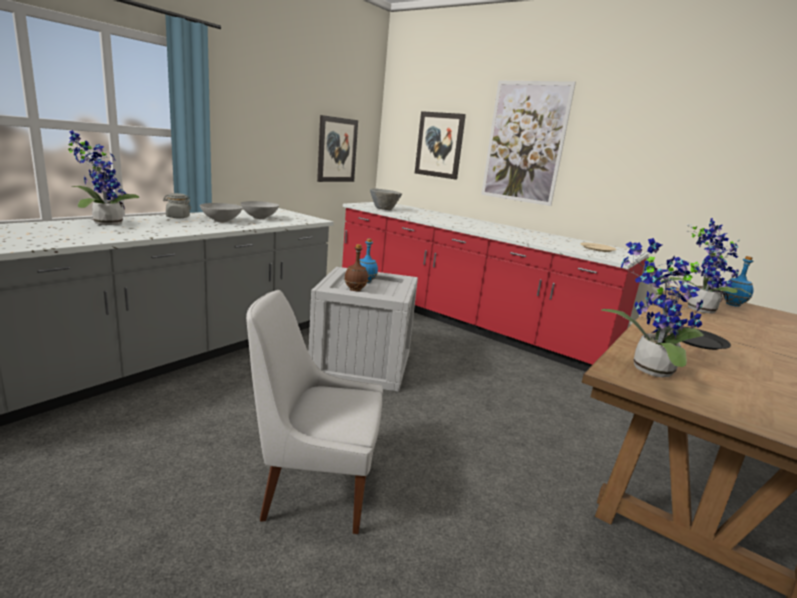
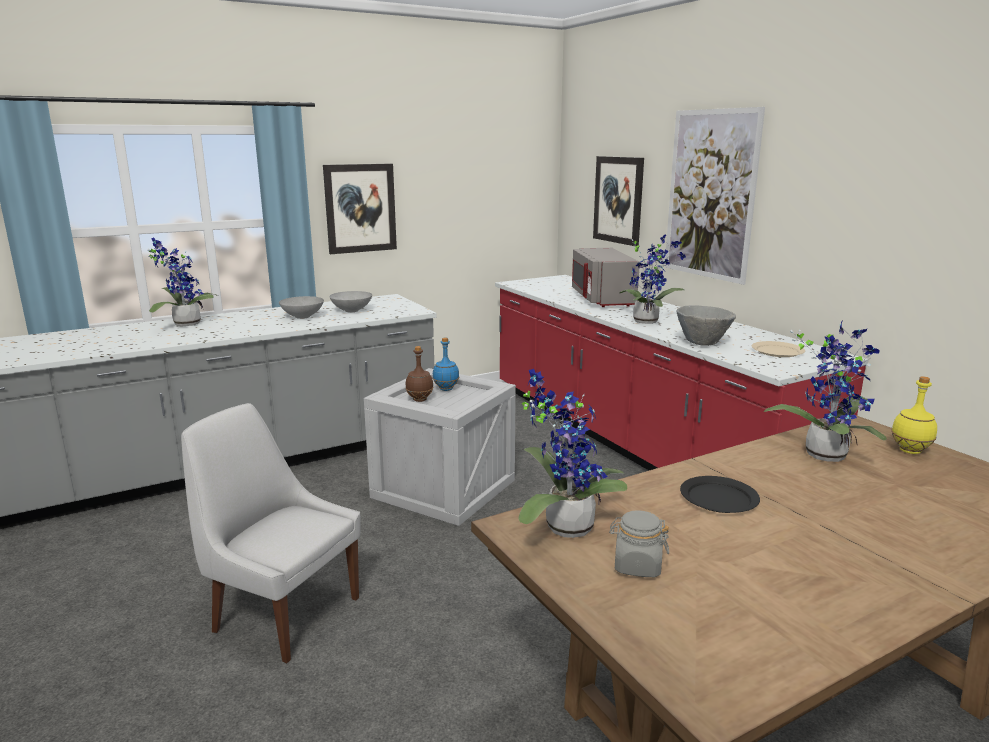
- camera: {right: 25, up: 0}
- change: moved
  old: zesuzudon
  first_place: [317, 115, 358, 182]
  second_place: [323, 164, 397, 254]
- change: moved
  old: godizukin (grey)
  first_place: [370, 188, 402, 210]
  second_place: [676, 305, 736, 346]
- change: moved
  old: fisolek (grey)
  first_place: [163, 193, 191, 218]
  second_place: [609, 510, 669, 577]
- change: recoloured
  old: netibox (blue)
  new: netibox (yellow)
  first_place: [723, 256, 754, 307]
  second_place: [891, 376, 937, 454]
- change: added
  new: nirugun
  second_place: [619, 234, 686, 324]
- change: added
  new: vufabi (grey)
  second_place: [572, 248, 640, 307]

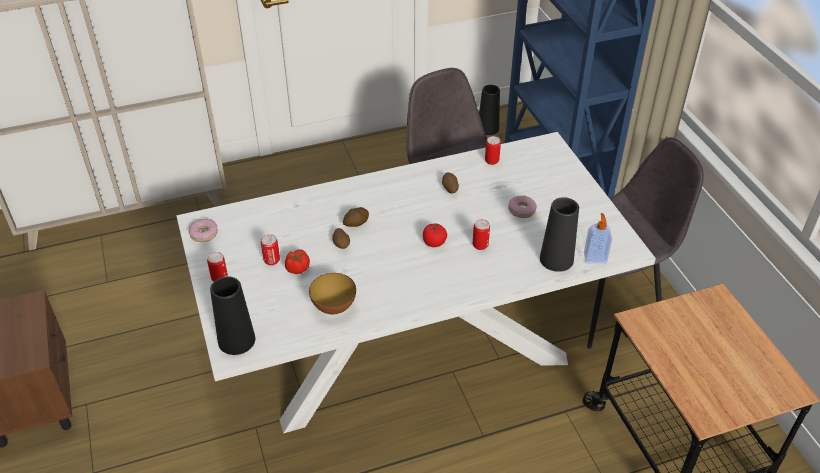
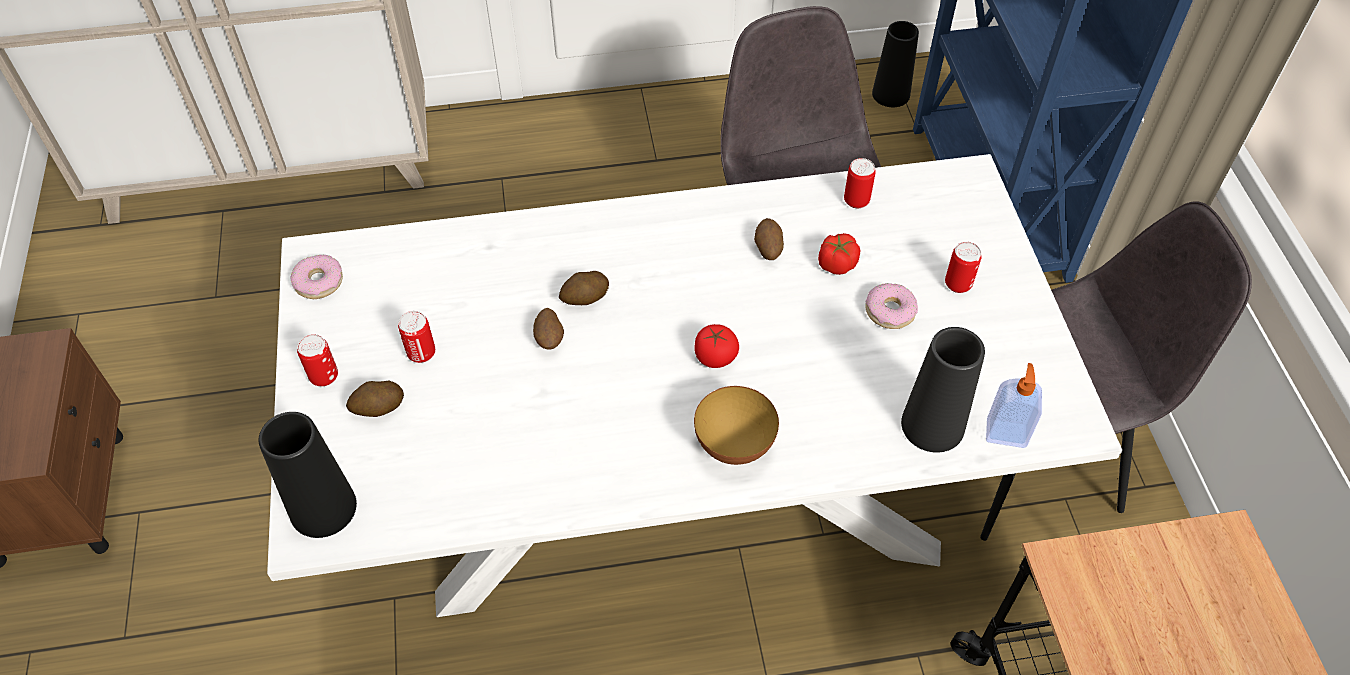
- camera: {right: 10, up: 10}
- change: moved
  old: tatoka
  first_place: [473, 219, 490, 250]
  second_place: [945, 242, 982, 293]
- change: moved
  old: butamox
  first_place: [285, 249, 310, 274]
  second_place: [818, 233, 860, 275]
- change: moved
  old: godizukin
  first_place: [309, 273, 356, 314]
  second_place: [694, 386, 779, 465]
- change: added
  new: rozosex
  second_place: [346, 381, 404, 417]

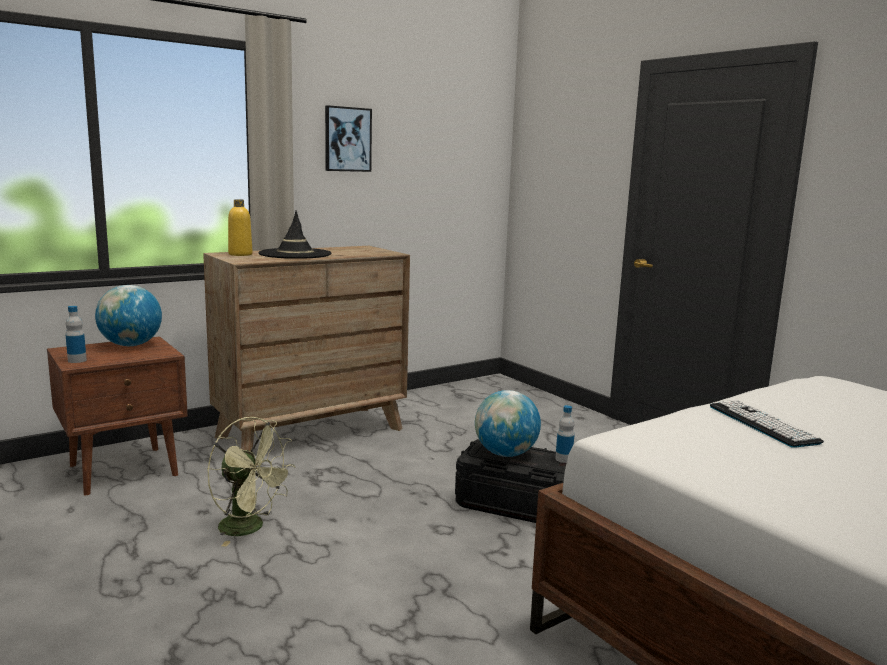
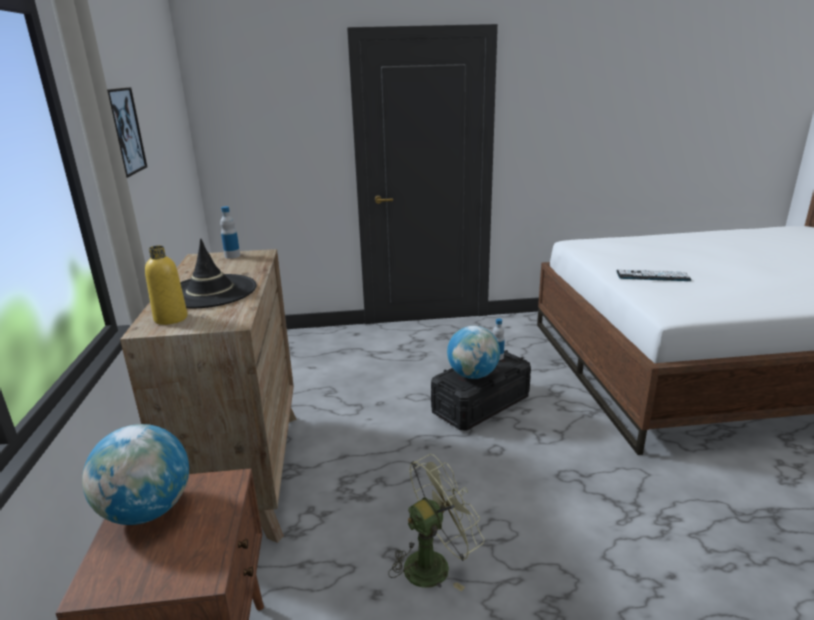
- camera: {right: -60, up: 10}
- change: moved
  old: netibox
  first_place: [66, 306, 87, 363]
  second_place: [220, 206, 240, 259]

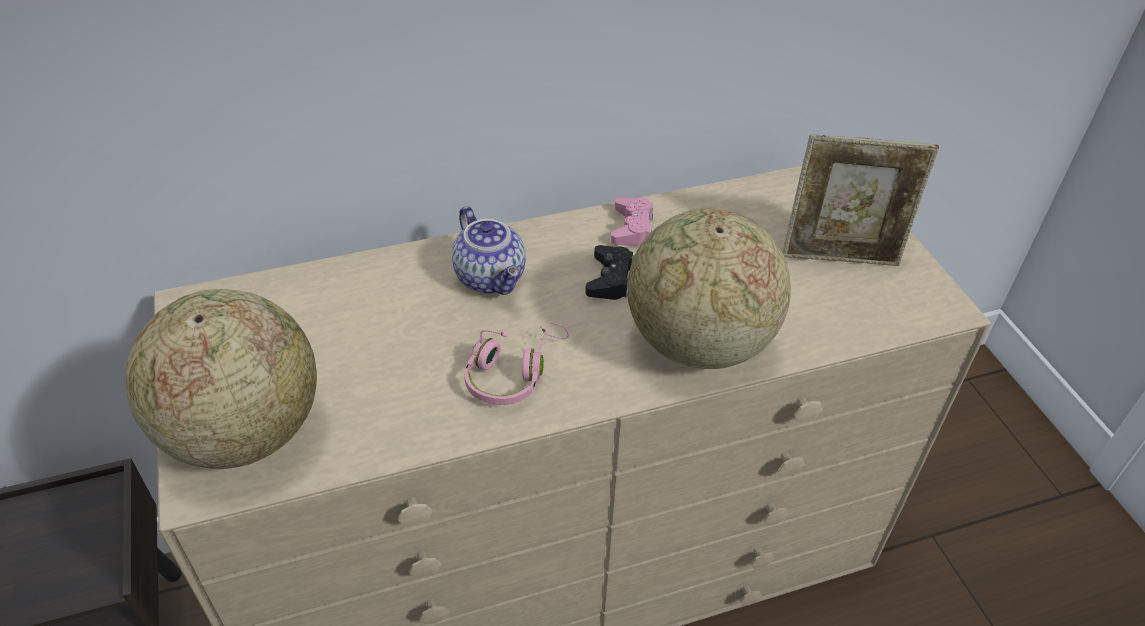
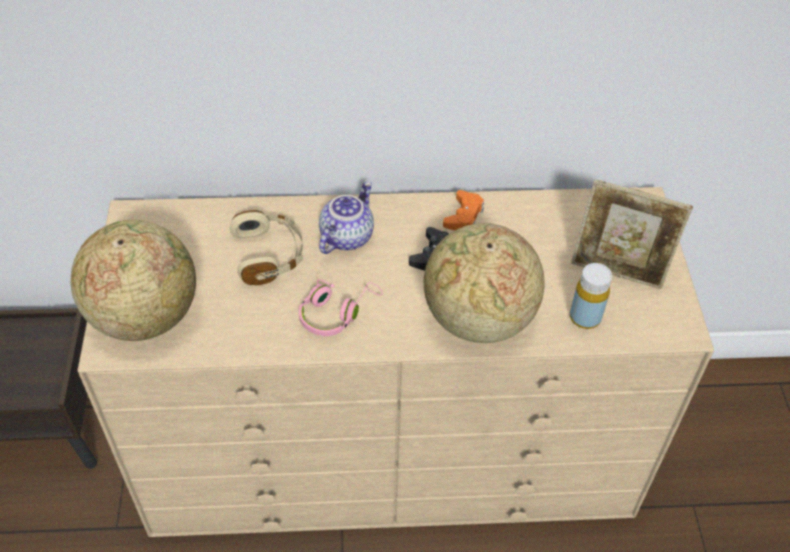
- camera: {right: 15, up: 5}
- change: recoloured
  old: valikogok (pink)
  new: valikogok (orange)
  first_place: [611, 197, 653, 246]
  second_place: [443, 190, 484, 231]
- change: turned
  old: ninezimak
  first_place: [452, 206, 526, 295]
  second_place: [319, 182, 374, 254]
  degrees: -135
- change: added
  new: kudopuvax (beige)
  second_place: [230, 210, 303, 285]
- change: added
  new: netibox (yellow)
  second_place: [570, 263, 612, 329]

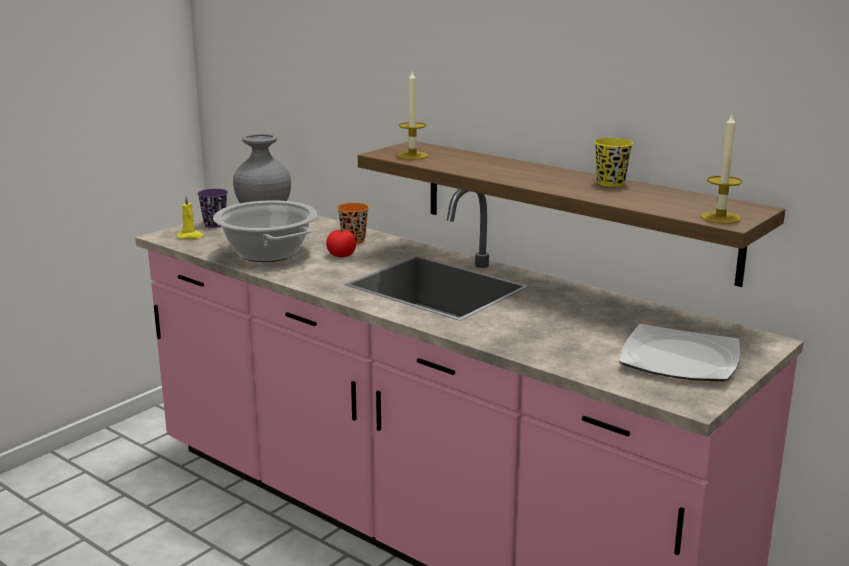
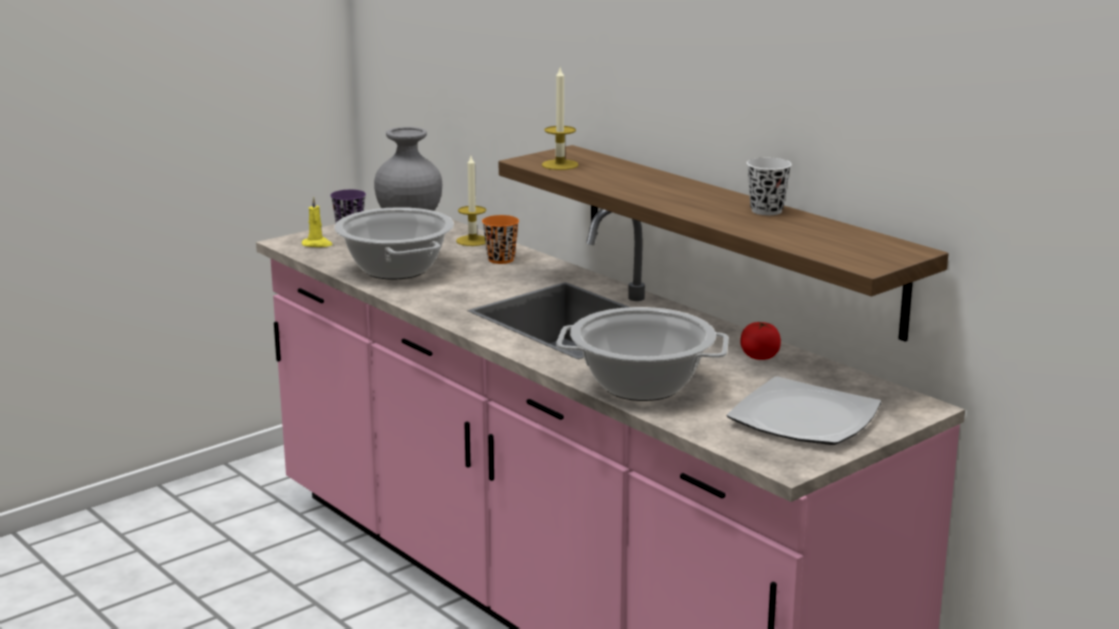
- camera: {right: 10, up: 0}
- change: moved
  old: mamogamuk
  first_place: [700, 114, 742, 224]
  second_place: [456, 156, 486, 246]
- change: recoloured
  old: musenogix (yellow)
  new: musenogix (white)
  first_place: [594, 138, 633, 187]
  second_place: [747, 158, 792, 215]
- change: moved
  old: butamox
  first_place: [326, 230, 356, 257]
  second_place: [740, 322, 781, 360]
- change: added
  new: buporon
  second_place: [556, 307, 729, 401]

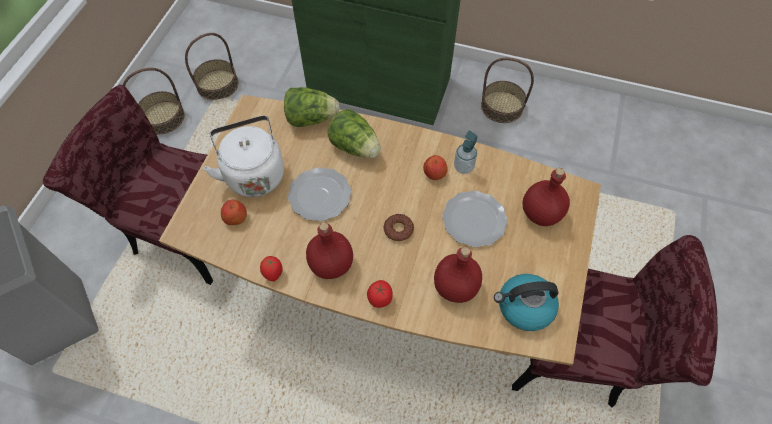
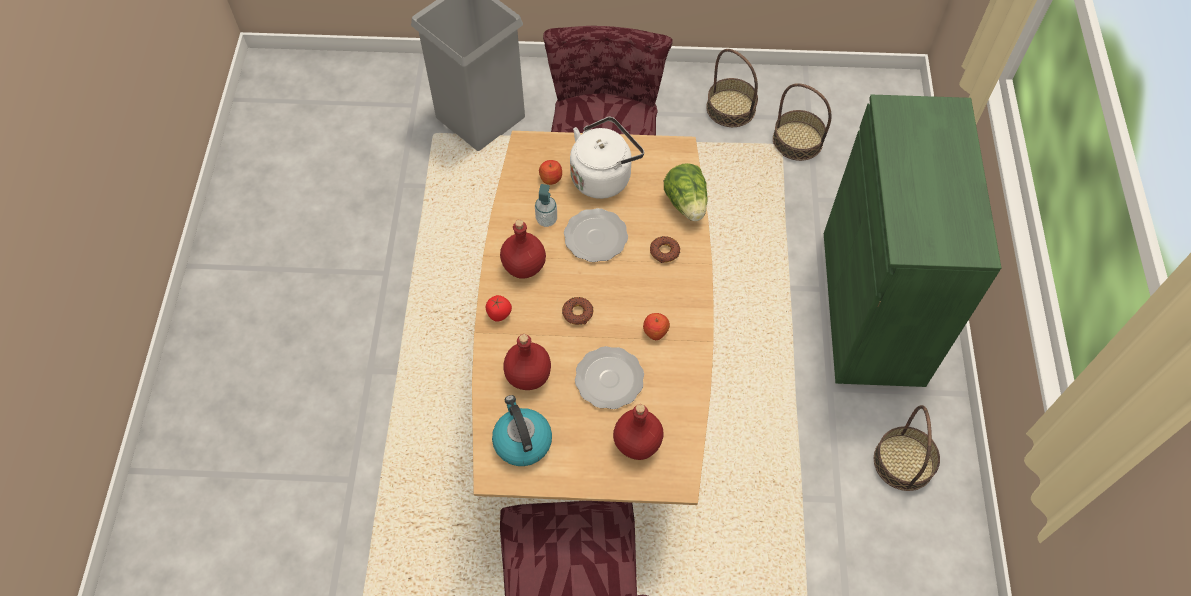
- camera: {right: 75, up: 0}
- change: replaced
  old: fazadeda
  new: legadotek
  first_place: [328, 109, 381, 158]
  second_place: [650, 236, 680, 263]
- change: moved
  old: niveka
  first_place: [454, 131, 477, 174]
  second_place: [535, 184, 557, 227]
- change: removed
  old: butamox
  first_place: [260, 256, 283, 281]

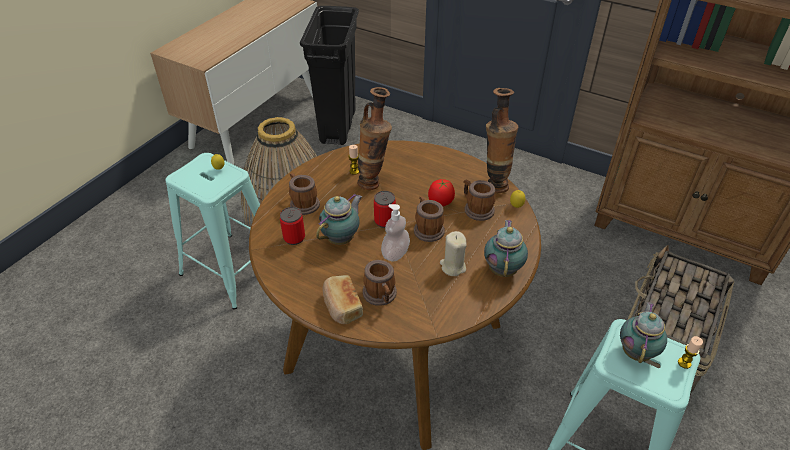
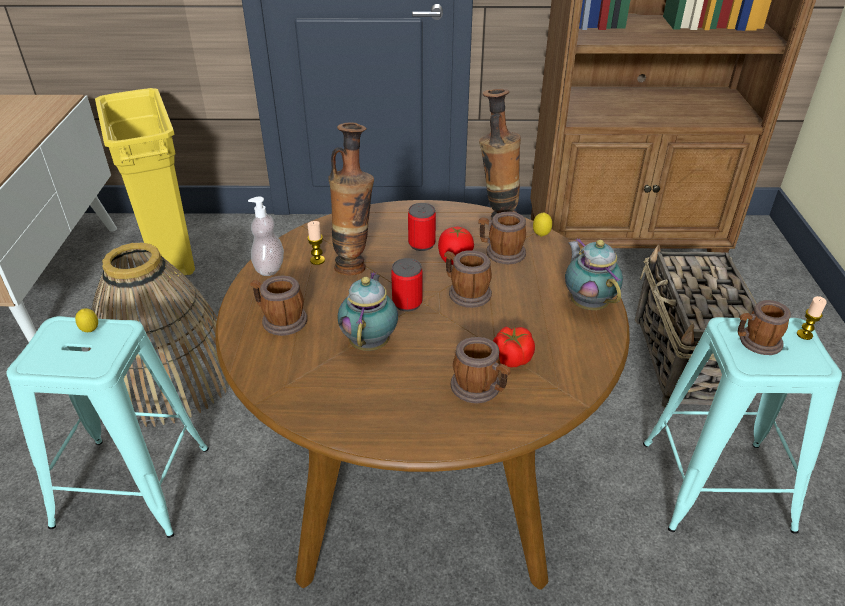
- camera: {right: -30, up: -5}
- change: recoloured
  old: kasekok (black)
  new: kasekok (yellow)
  first_place: [300, 6, 359, 145]
  second_place: [95, 88, 195, 280]
- change: moved
  old: niveka
  first_place: [381, 204, 410, 261]
  second_place: [248, 196, 284, 276]
- change: moved
  old: tatoka
  first_place: [280, 207, 305, 245]
  second_place: [408, 203, 436, 251]
- change: removed
  old: mamogamuk (beige)
  first_place: [440, 231, 467, 276]
- change: removed
  old: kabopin
  first_place: [323, 275, 363, 324]
- change: replaced
  old: ninezimak
  new: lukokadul
  first_place: [620, 302, 667, 363]
  second_place: [738, 300, 791, 355]
- change: added
  new: butamox
  second_place: [493, 326, 535, 367]

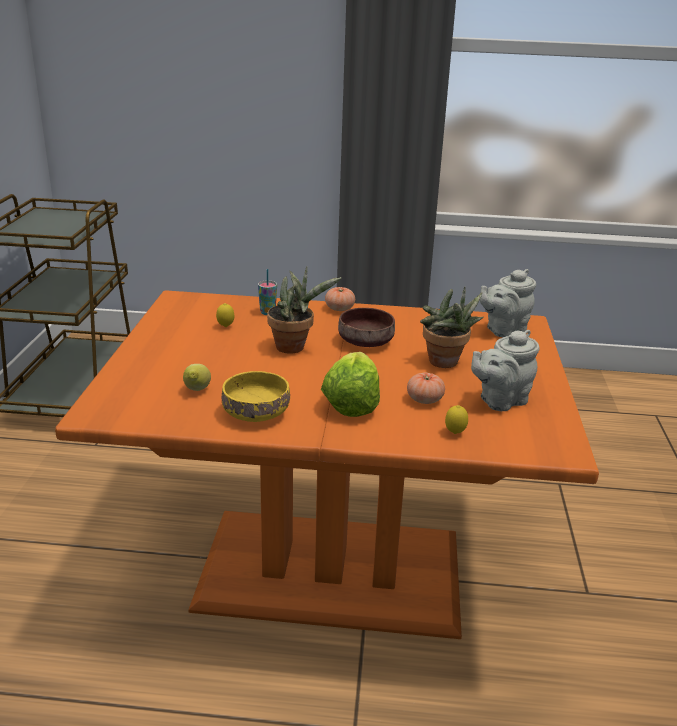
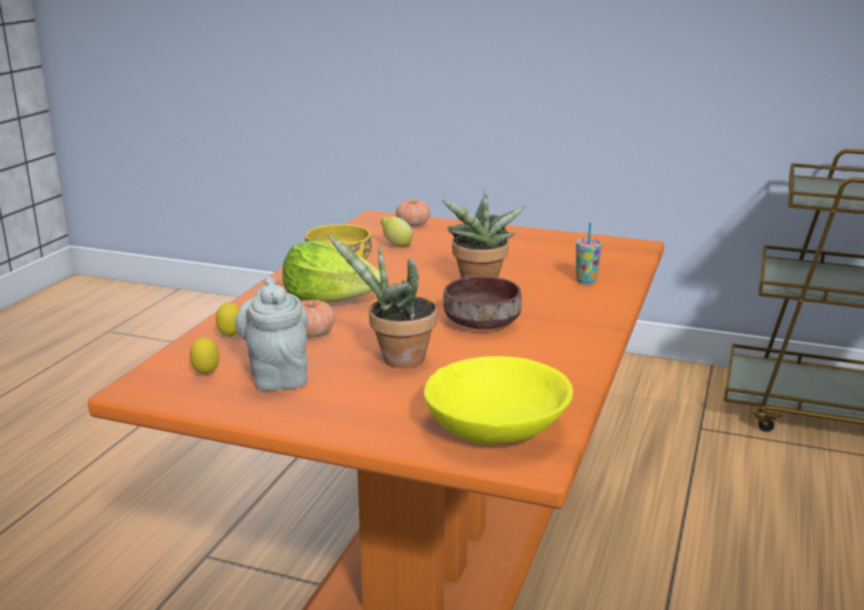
- camera: {right: 105, up: -5}
- change: replaced
  old: ninezimak (grey)
  new: godizukin (yellow)
  first_place: [480, 269, 536, 337]
  second_place: [424, 356, 573, 444]
- change: moved
  old: butamox
  first_place: [325, 287, 355, 311]
  second_place: [396, 200, 430, 226]
- change: moved
  old: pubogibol
  first_place: [216, 303, 234, 327]
  second_place: [190, 337, 219, 375]

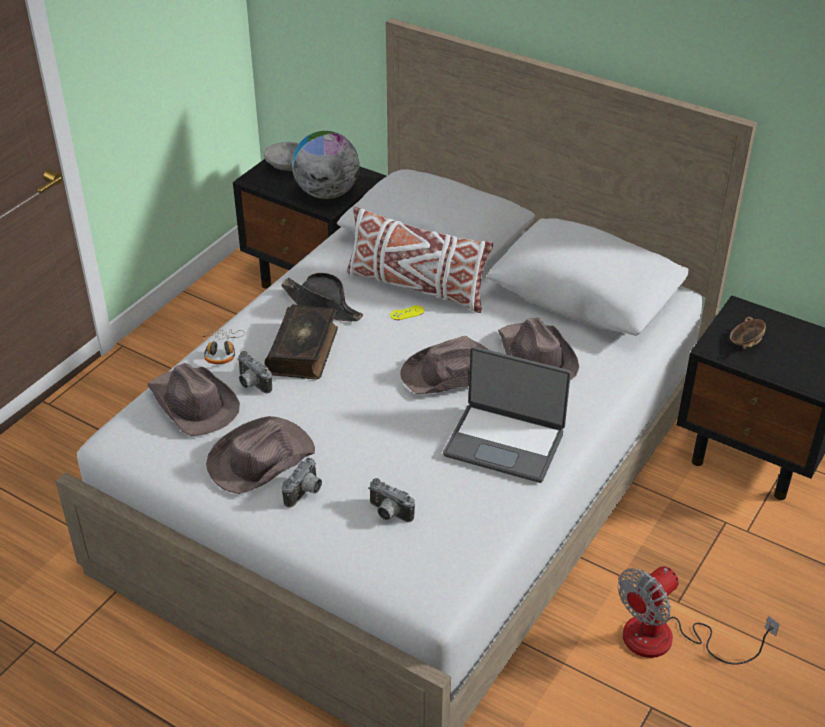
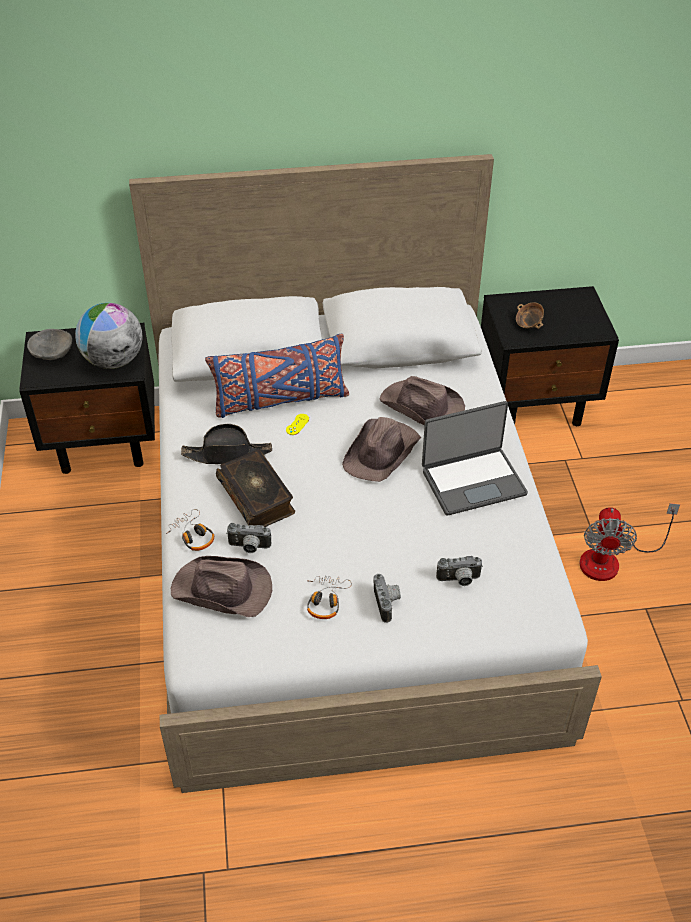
- camera: {right: -40, up: 5}
- change: recoloured
  old: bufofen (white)
  new: bufofen (blue)
  first_place: [347, 207, 493, 313]
  second_place: [205, 334, 349, 418]
- change: replaced
  old: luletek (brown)
  new: kudopuvax
  first_place: [206, 416, 315, 494]
  second_place: [307, 576, 352, 619]

